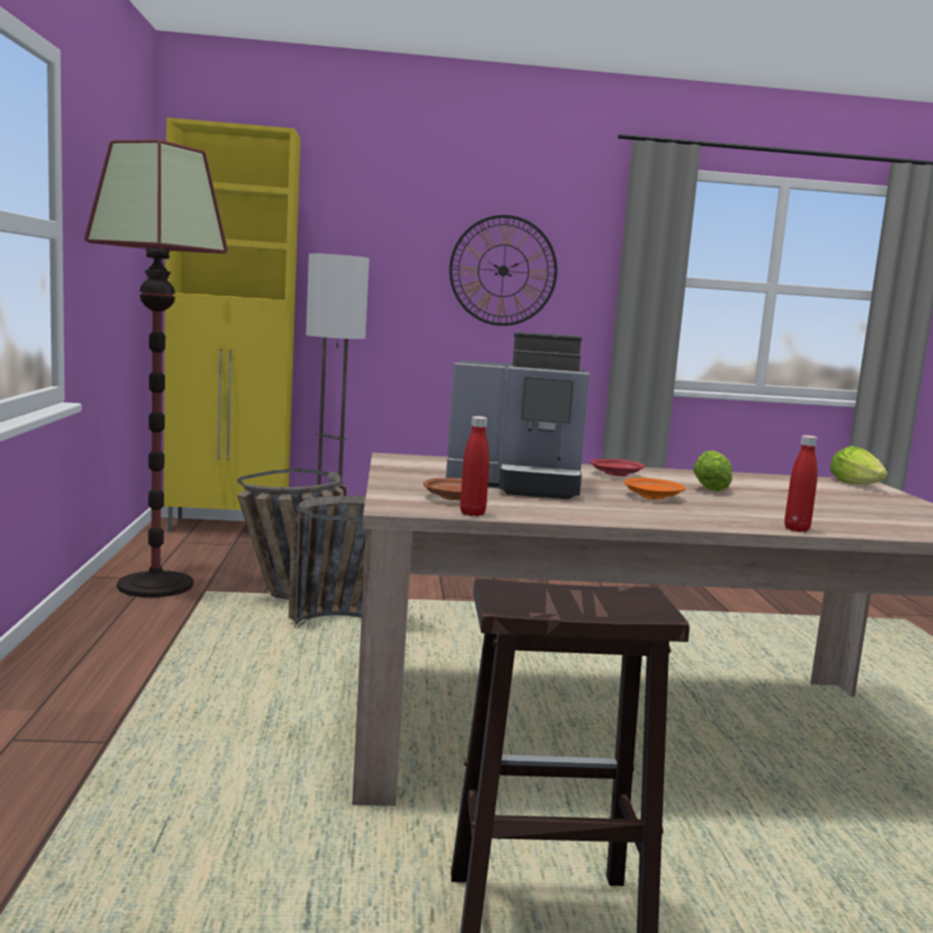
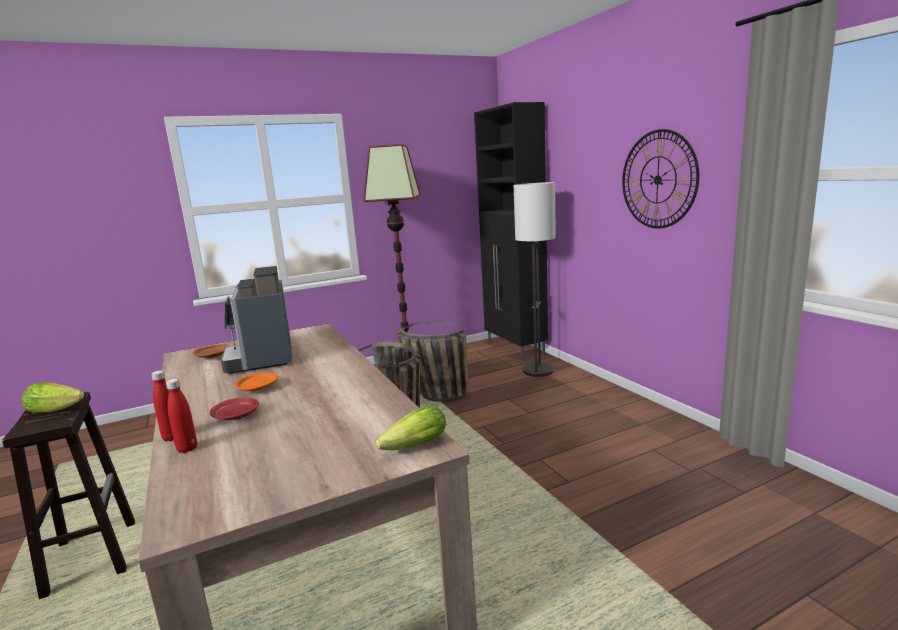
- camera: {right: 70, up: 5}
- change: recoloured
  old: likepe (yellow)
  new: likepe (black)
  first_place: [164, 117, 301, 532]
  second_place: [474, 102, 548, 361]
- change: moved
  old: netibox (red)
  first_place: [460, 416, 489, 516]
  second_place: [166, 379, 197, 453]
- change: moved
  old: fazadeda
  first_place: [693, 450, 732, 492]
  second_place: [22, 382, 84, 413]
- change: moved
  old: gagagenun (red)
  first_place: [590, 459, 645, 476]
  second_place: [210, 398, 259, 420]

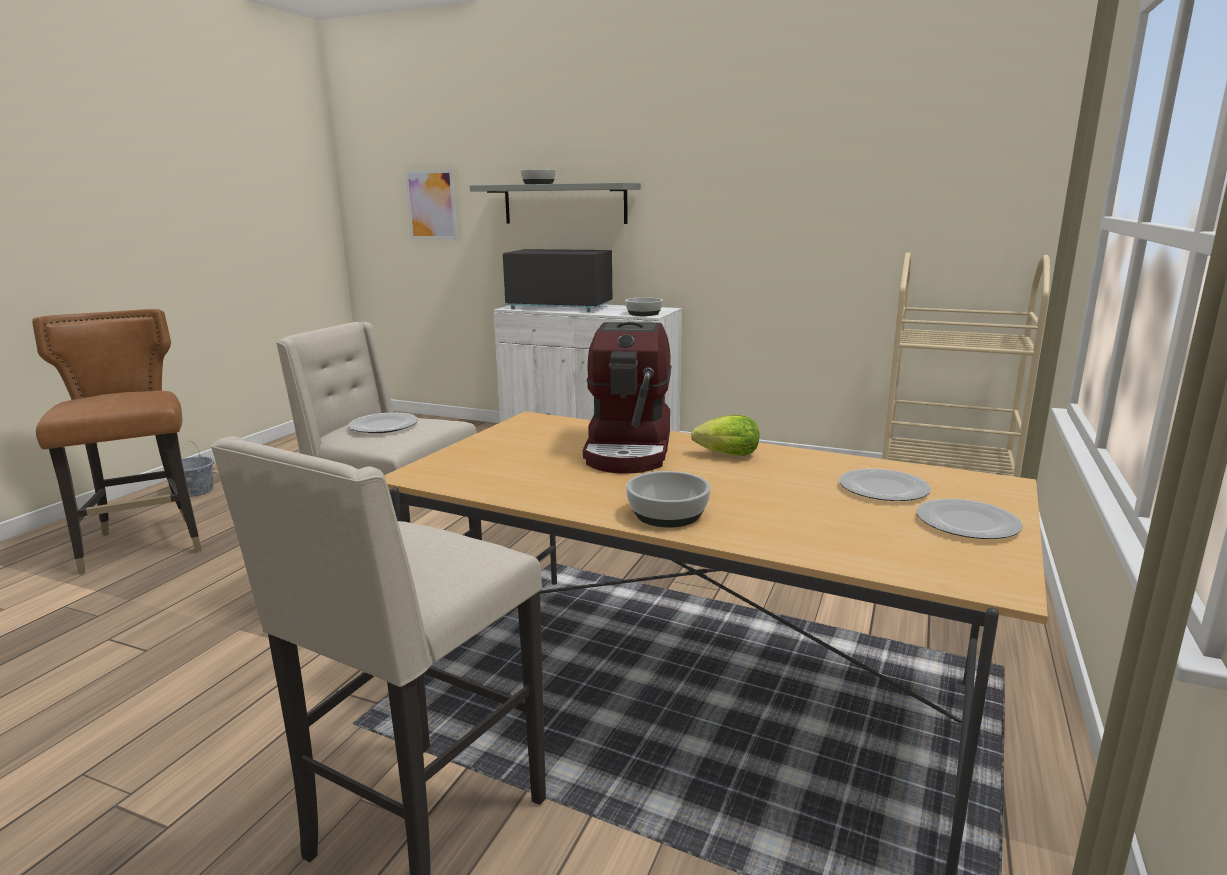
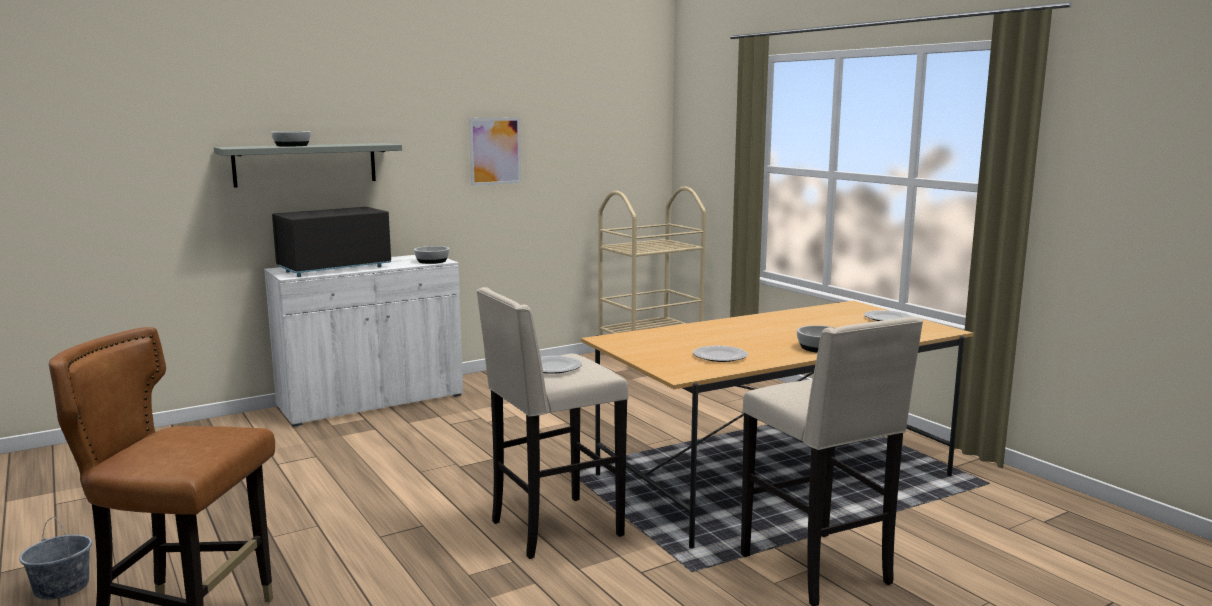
- camera: {right: -55, up: -5}
- change: moved
  old: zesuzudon
  first_place: [405, 169, 458, 240]
  second_place: [469, 117, 521, 186]
- change: removed
  old: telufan
  first_place: [583, 322, 671, 474]
- change: removed
  old: fazadeda
  first_place: [691, 415, 759, 456]
- change: moved
  old: gagagenun
  first_place: [839, 469, 931, 501]
  second_place: [693, 346, 748, 362]

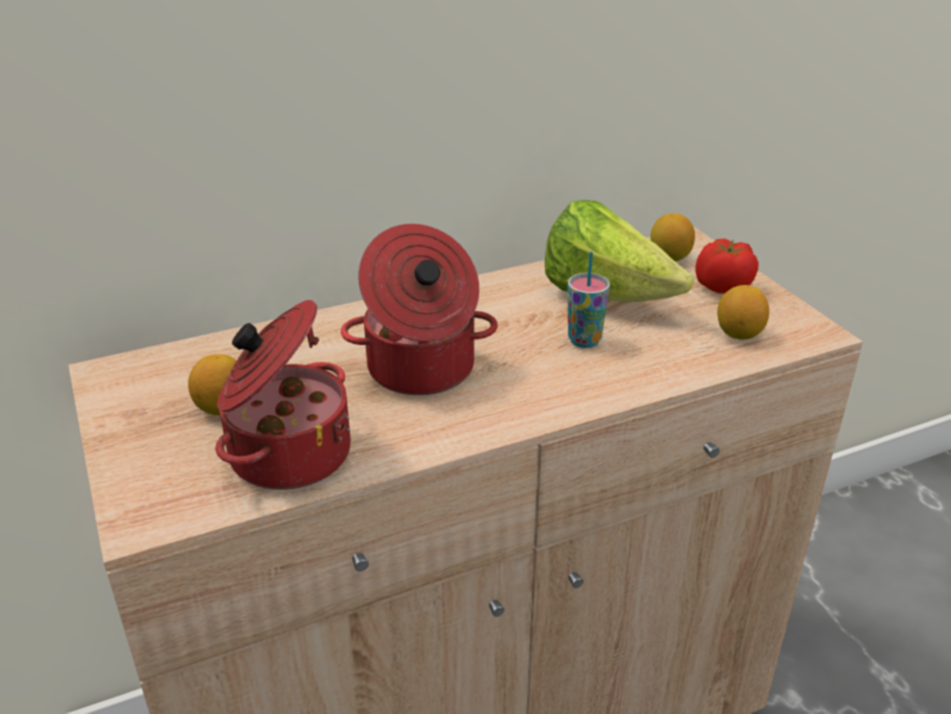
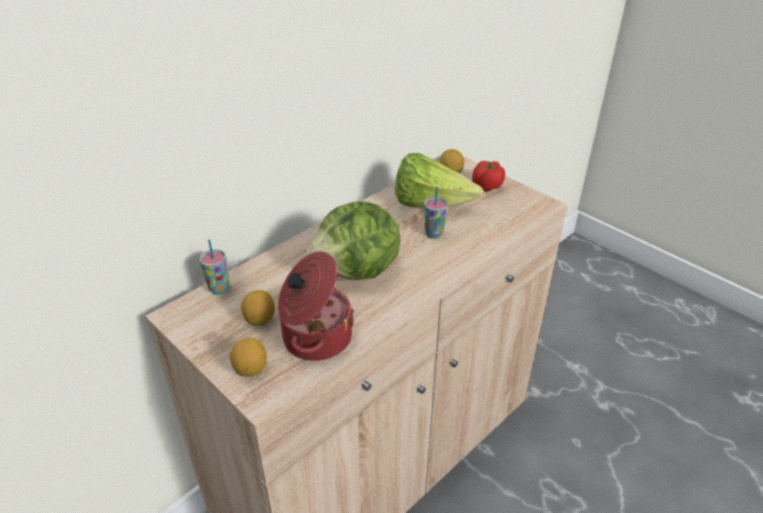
- camera: {right: -20, up: 5}
- change: replaced
  old: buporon
  new: fazadeda
  first_place: [341, 224, 498, 395]
  second_place: [306, 202, 401, 280]
- change: moved
  old: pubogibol
  first_place: [717, 285, 769, 340]
  second_place: [230, 338, 267, 377]
- change: added
  new: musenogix
  second_place: [199, 240, 229, 295]

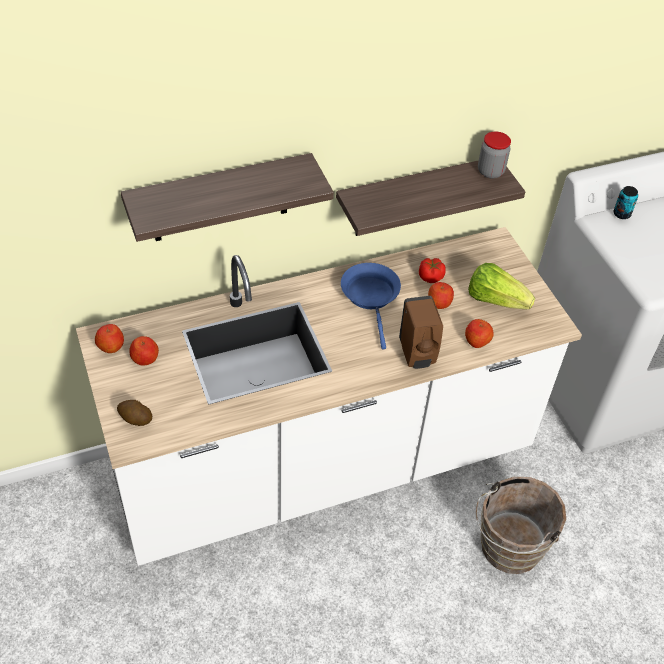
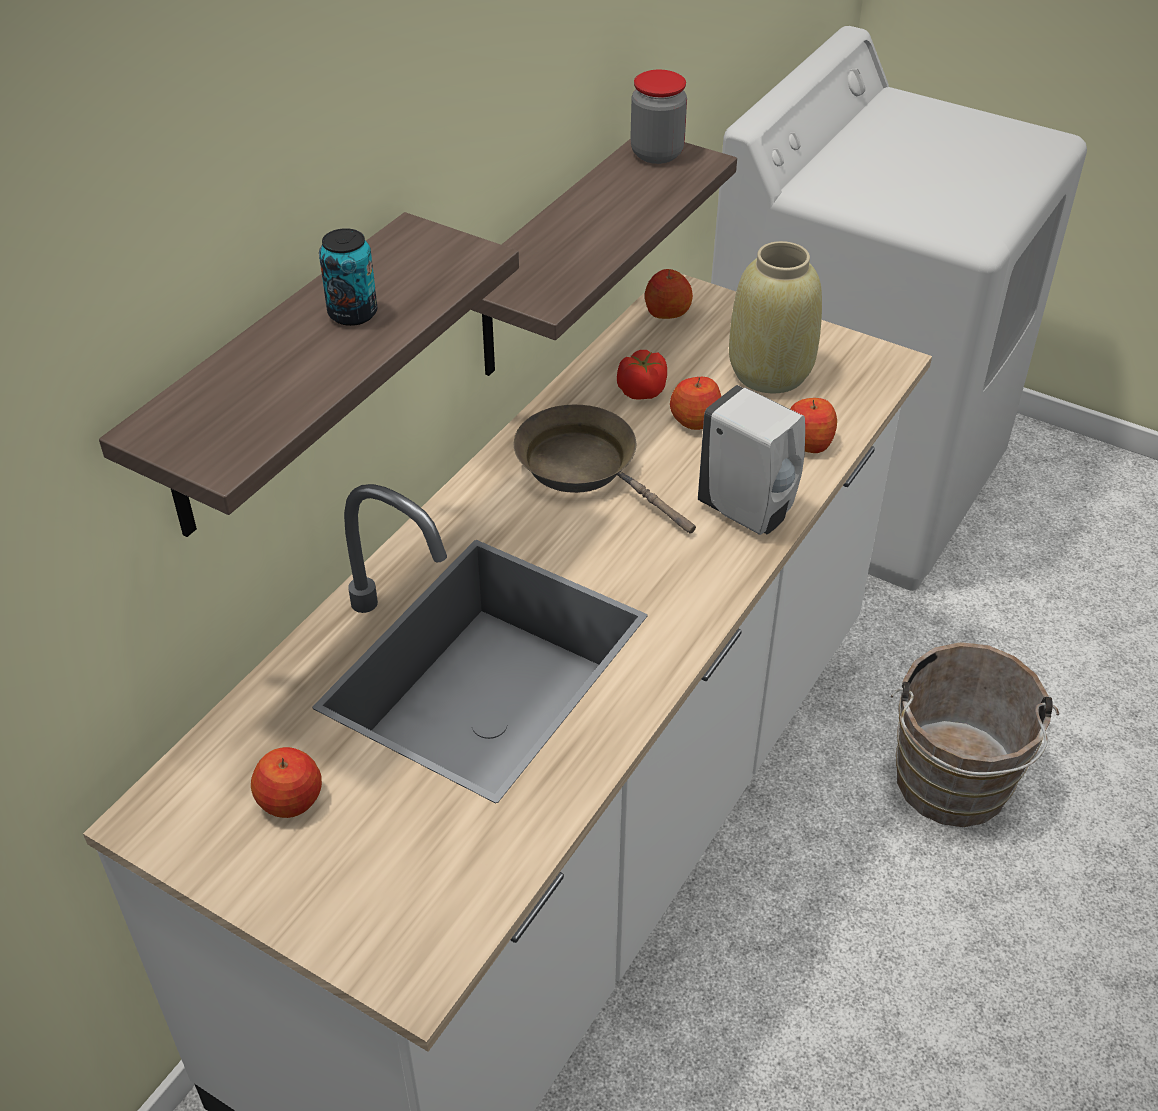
- camera: {right: -35, up: -5}
- change: moved
  old: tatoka
  first_place: [613, 186, 638, 219]
  second_place: [319, 228, 377, 326]
- change: recoloured
  old: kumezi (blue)
  new: kumezi (brown)
  first_place: [341, 263, 401, 350]
  second_place: [513, 405, 696, 534]
- change: replaced
  old: fazadeda
  new: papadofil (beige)
  first_place: [468, 263, 535, 309]
  second_place: [729, 241, 822, 393]
- change: recoloured
  old: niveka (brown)
  new: niveka (white)
  first_place: [399, 296, 443, 369]
  second_place: [698, 385, 805, 535]
- change: moved
  old: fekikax
  first_place: [95, 324, 124, 353]
  second_place: [645, 269, 693, 319]
- change: removed
  old: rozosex
  first_place: [117, 400, 152, 426]

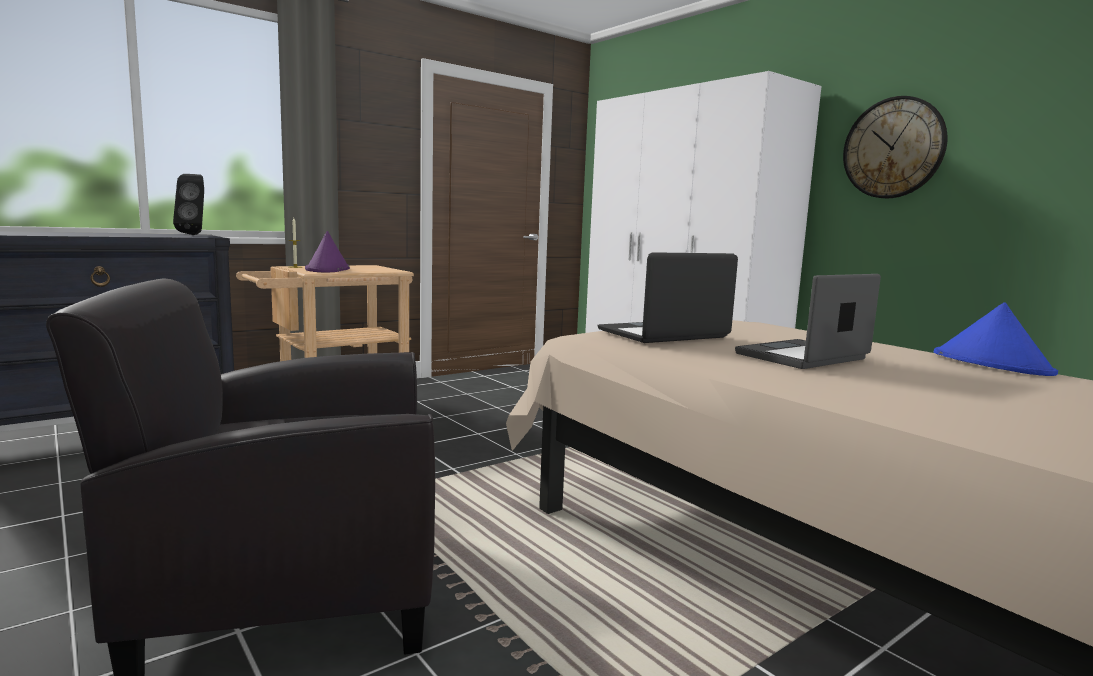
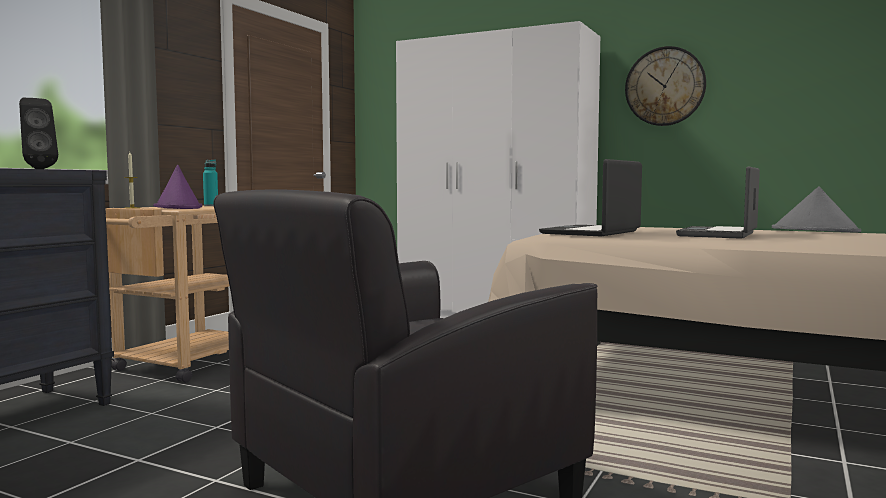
- camera: {right: -25, up: -5}
- change: recoloured
  old: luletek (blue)
  new: luletek (grey)
  first_place: [934, 302, 1058, 376]
  second_place: [772, 186, 861, 233]
- change: added
  new: netibox (turquoise)
  second_place: [203, 160, 218, 206]

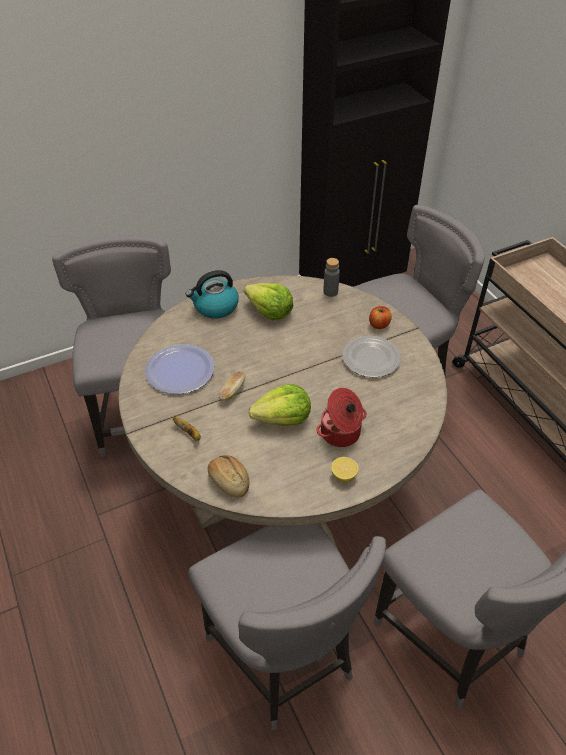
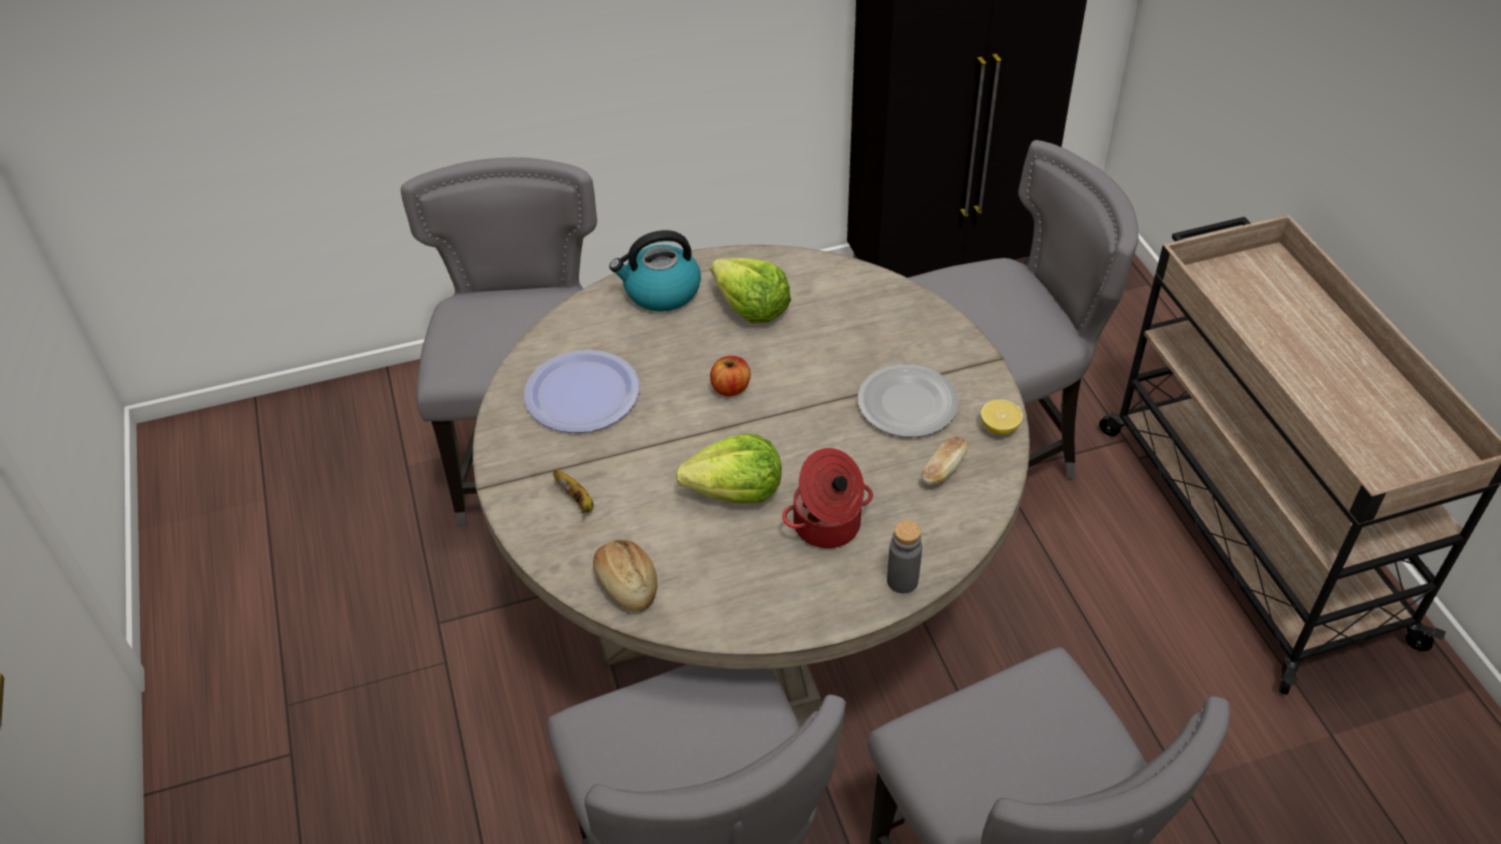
- camera: {right: 10, up: 0}
- change: moved
  old: netibox (grey)
  first_place: [323, 258, 340, 297]
  second_place: [887, 520, 922, 593]
- change: moved
  old: fekikax
  first_place: [369, 306, 392, 329]
  second_place: [710, 356, 751, 396]
- change: moved
  old: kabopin
  first_place: [218, 372, 245, 401]
  second_place: [921, 437, 968, 485]
- change: moved
  old: pubogibol
  first_place: [331, 457, 359, 482]
  second_place: [981, 399, 1023, 435]

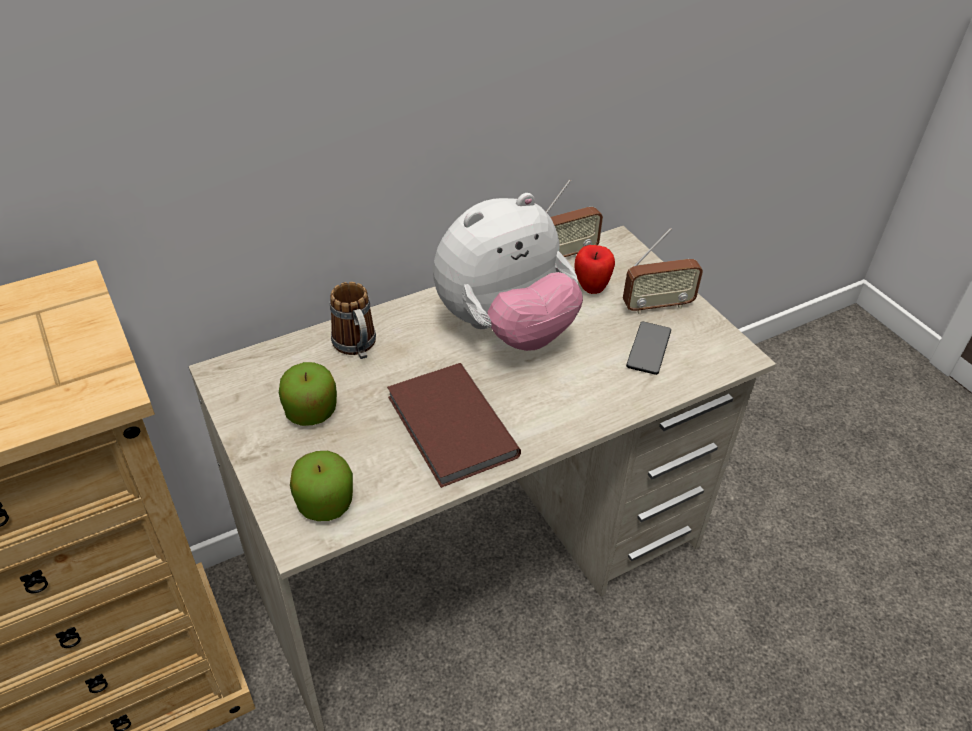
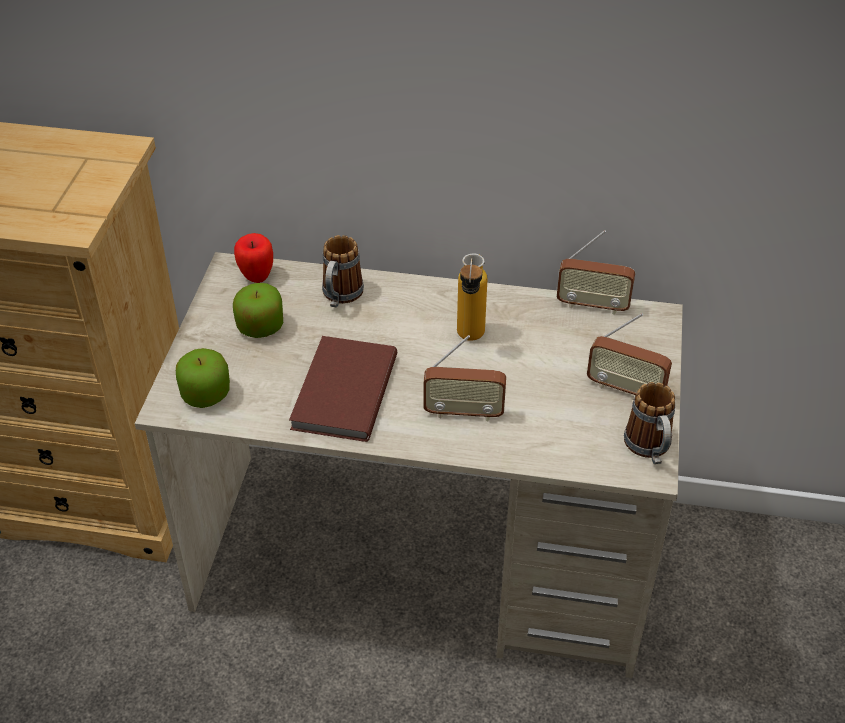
- camera: {right: 40, up: 0}
- change: replaced
  old: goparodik
  new: netibox
  first_place: [433, 193, 583, 351]
  second_place: [457, 254, 487, 341]
- change: moved
  old: fekikax
  first_place: [574, 245, 615, 294]
  second_place: [234, 233, 273, 283]
- change: removed
  old: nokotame
  first_place: [626, 322, 671, 375]
- change: added
  new: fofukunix
  second_place: [423, 335, 506, 421]
- change: added
  new: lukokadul
  second_place: [624, 382, 676, 464]

